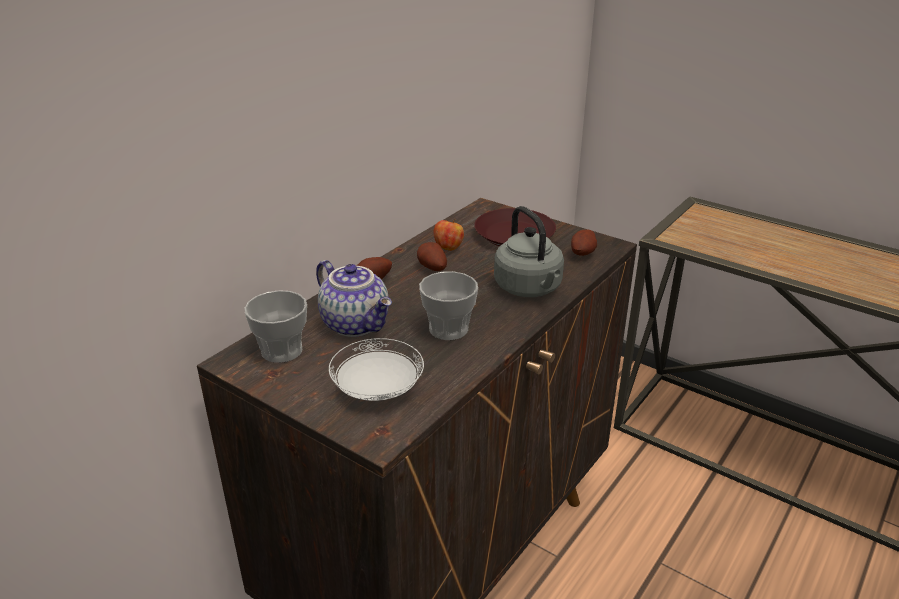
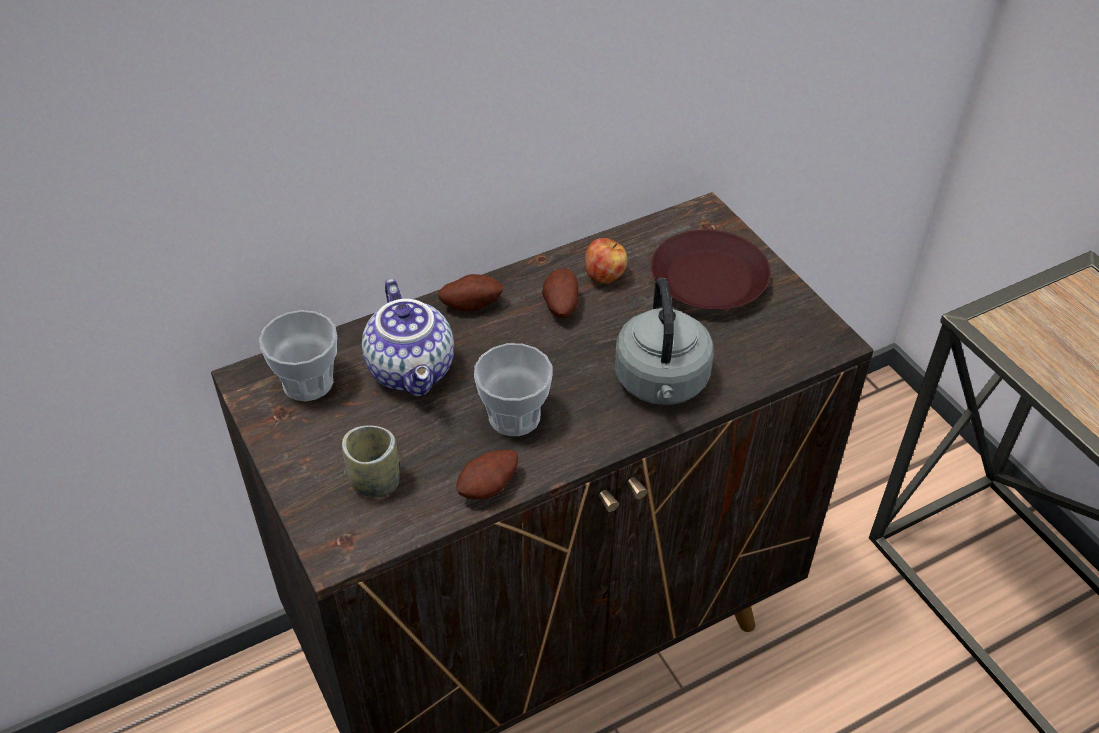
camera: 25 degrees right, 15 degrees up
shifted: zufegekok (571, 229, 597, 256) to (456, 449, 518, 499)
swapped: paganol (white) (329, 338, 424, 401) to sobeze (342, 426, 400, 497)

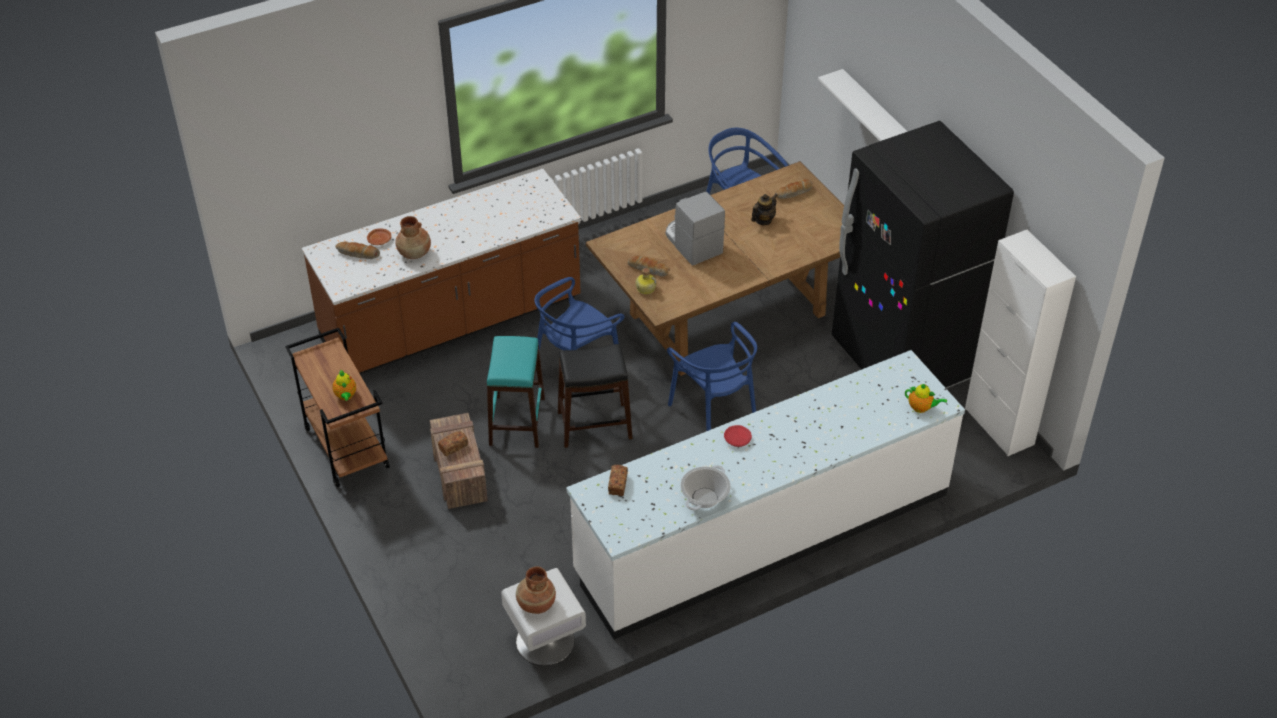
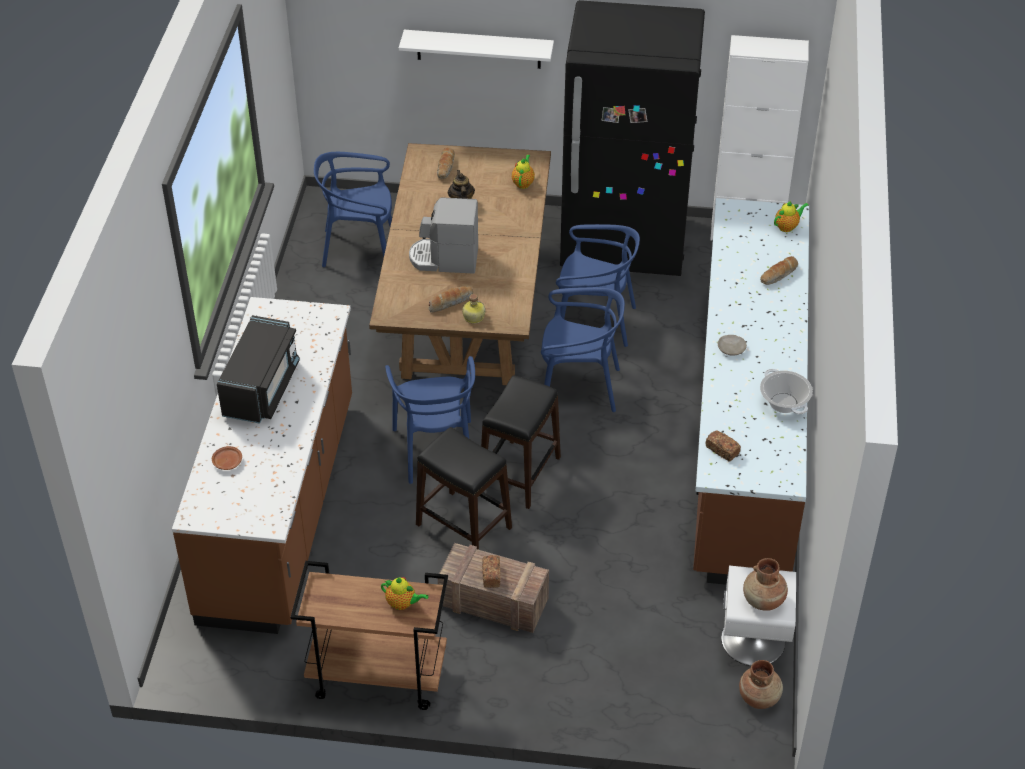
camera: 55 degrees left, 0 degrees up
new: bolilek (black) (217, 315, 300, 424); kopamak (512, 155, 535, 189); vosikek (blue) (556, 224, 640, 347)
shifted: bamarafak (335, 242, 380, 259) to (760, 256, 798, 285); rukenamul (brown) (396, 216, 431, 259) to (739, 660, 783, 709)
repainted: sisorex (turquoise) (487, 336, 545, 448) to sisorex (black) (416, 427, 512, 550); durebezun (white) (566, 350, 965, 639) to durebezun (brown) (693, 198, 809, 585); paganol (red) (724, 425, 752, 447) to paganol (beige) (718, 335, 747, 356)

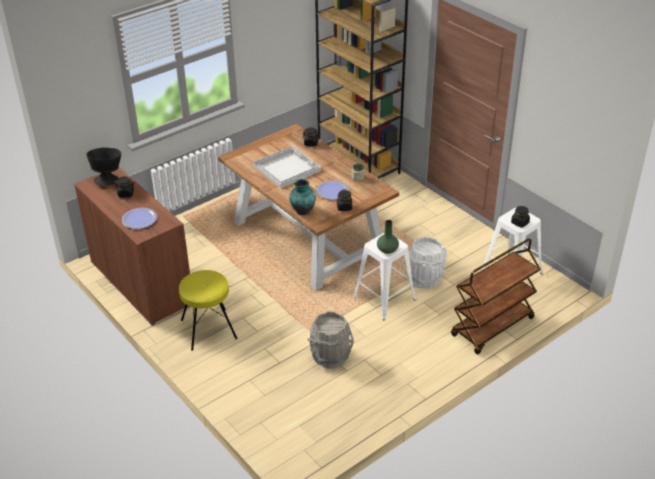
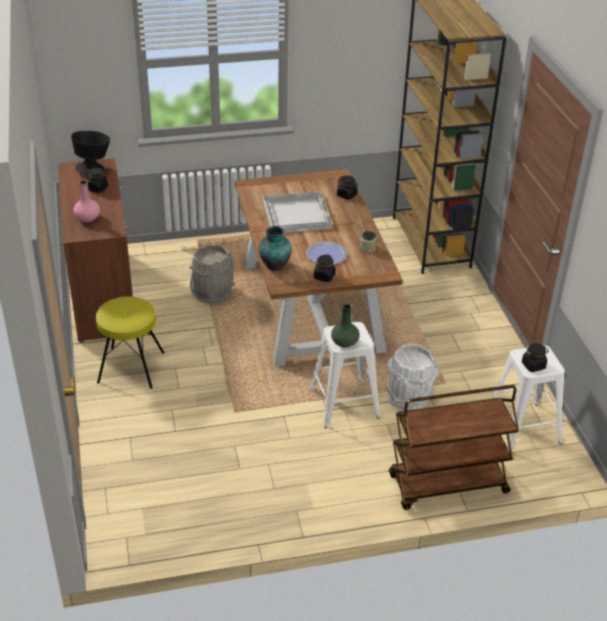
camera: 25 degrees right, 0 degrees up
shifted: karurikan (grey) (308, 311, 354, 369) to (189, 244, 235, 304)
swapped: paganol (122, 208, 157, 229) to rukenamul (pink) (73, 180, 100, 222)

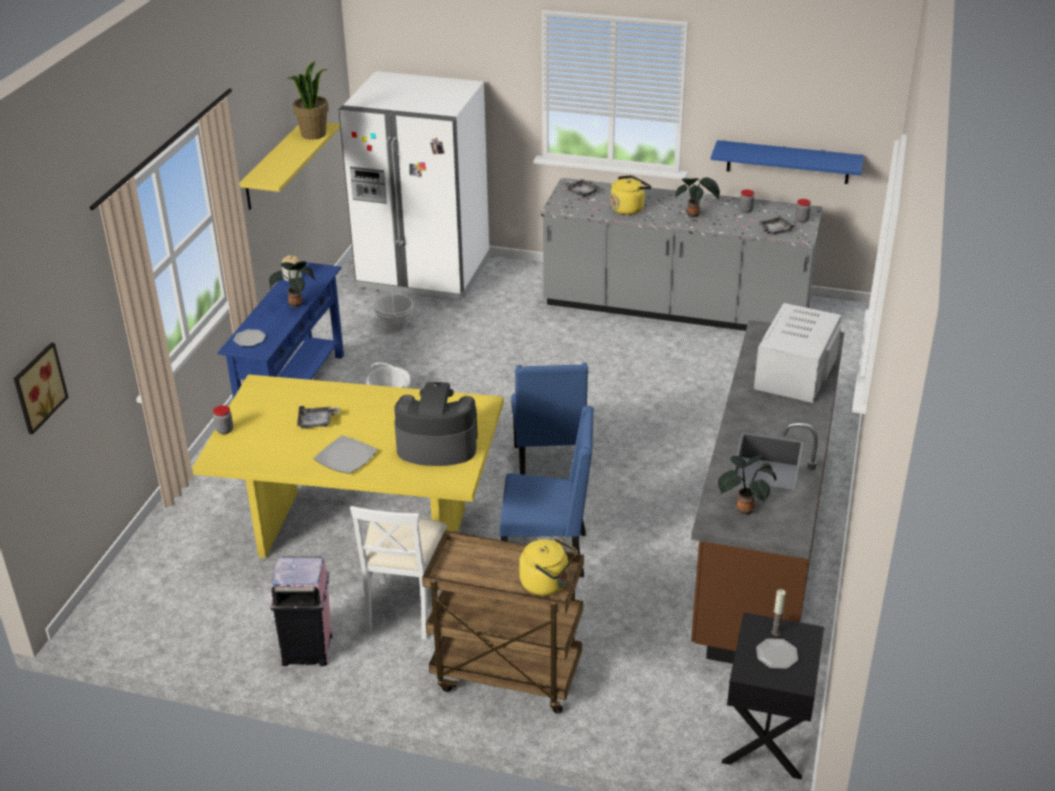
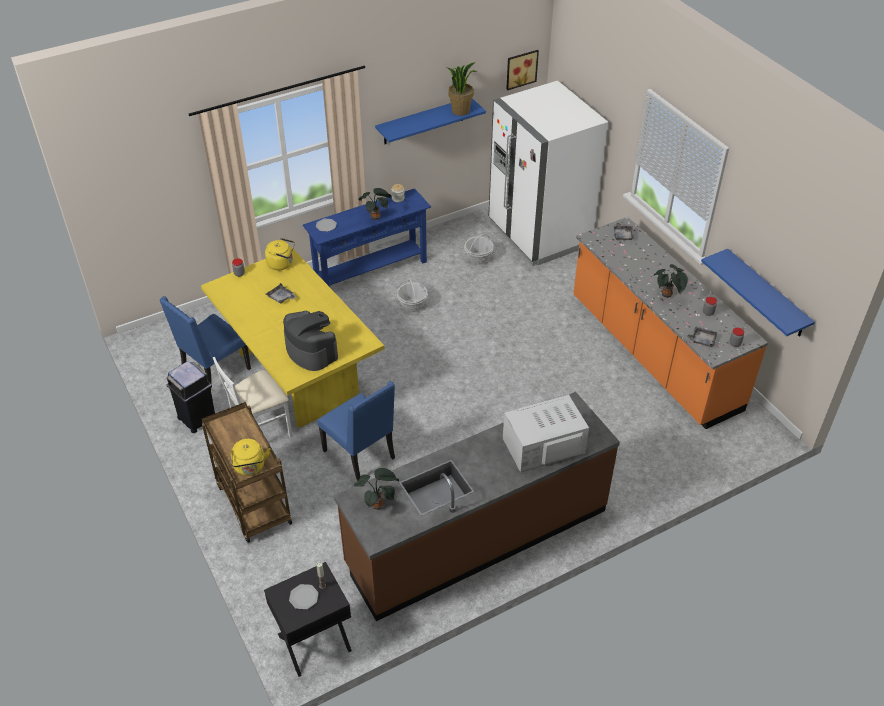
camera: 45 degrees right, 10 degrees up
gone: paganol (314, 435, 377, 474)
shifted: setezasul (14, 343, 68, 434) to (506, 50, 539, 90); vosikek (blue) (511, 363, 588, 475) to (160, 296, 251, 384); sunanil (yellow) (611, 175, 652, 215) to (265, 238, 295, 270)
repainted: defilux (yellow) (240, 123, 340, 210) to defilux (blue) (375, 98, 486, 144); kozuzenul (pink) (270, 556, 333, 666) to kozuzenul (black) (167, 361, 215, 433); durebezun (grey) (541, 178, 823, 331) to durebezun (orange) (573, 217, 768, 429)

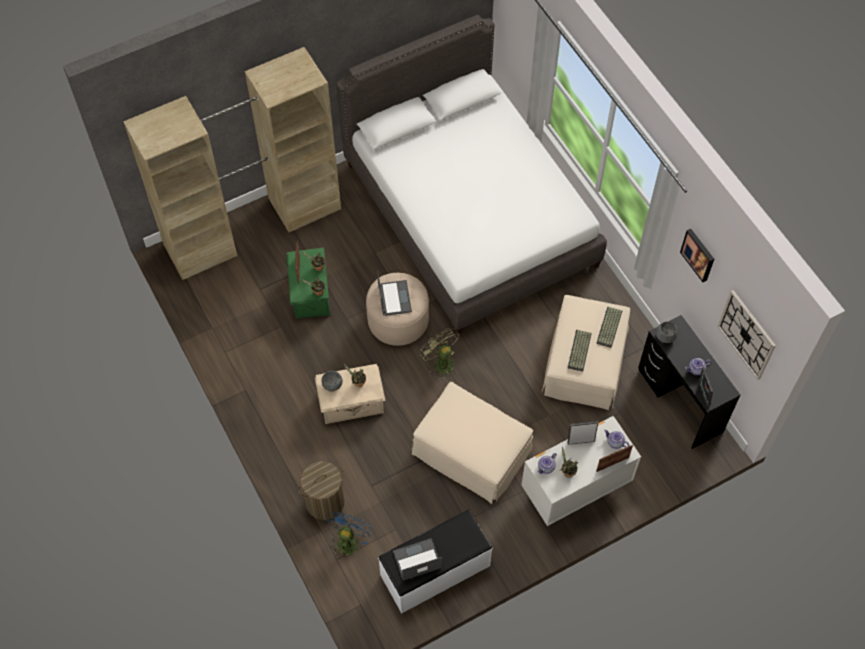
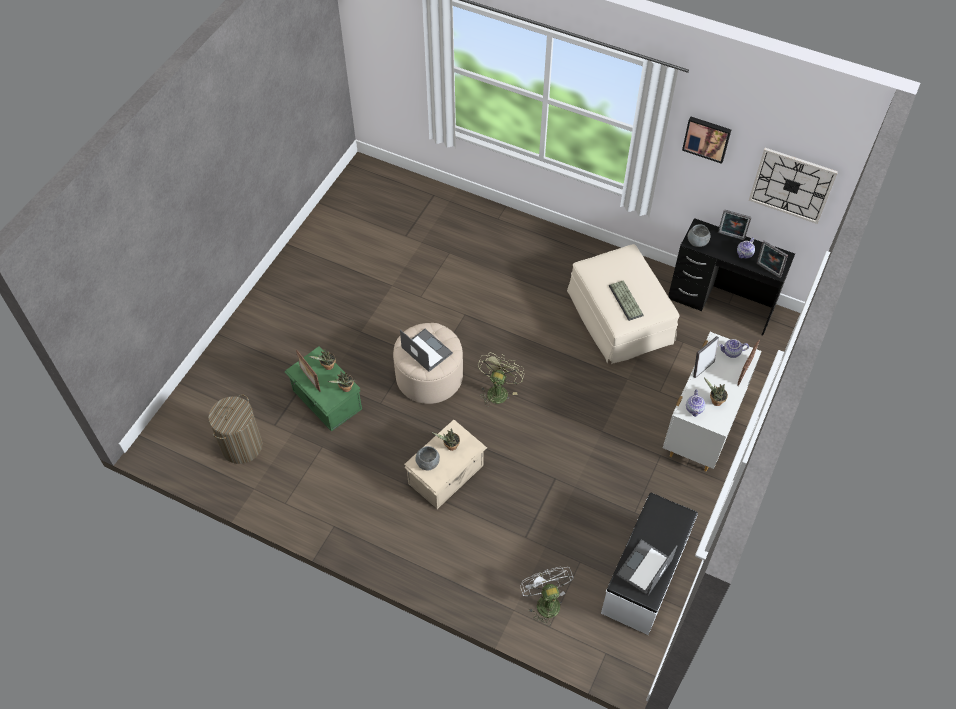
camera: 35 degrees left, 5 degrees down
gone: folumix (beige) (123, 47, 341, 280); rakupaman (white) (336, 15, 607, 335); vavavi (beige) (412, 382, 533, 504); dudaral (596, 307, 622, 348)
new: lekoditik (718, 209, 752, 240)
shifted: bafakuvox (298, 461, 345, 520) to (208, 394, 263, 464)
repainted: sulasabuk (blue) (325, 512, 372, 559) to sulasabuk (white) (520, 567, 573, 626)
rotated: sulasabuk (green) (420, 328, 459, 380) = (478, 353, 524, 407) 90 degrees clockwise

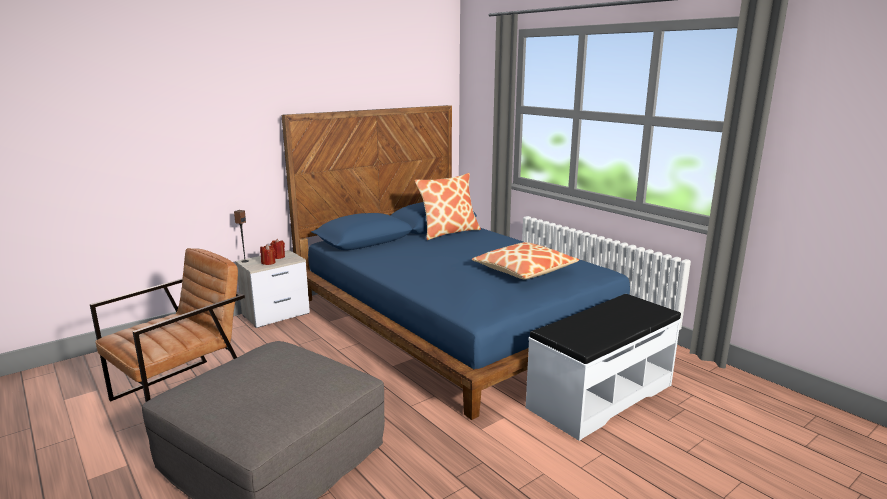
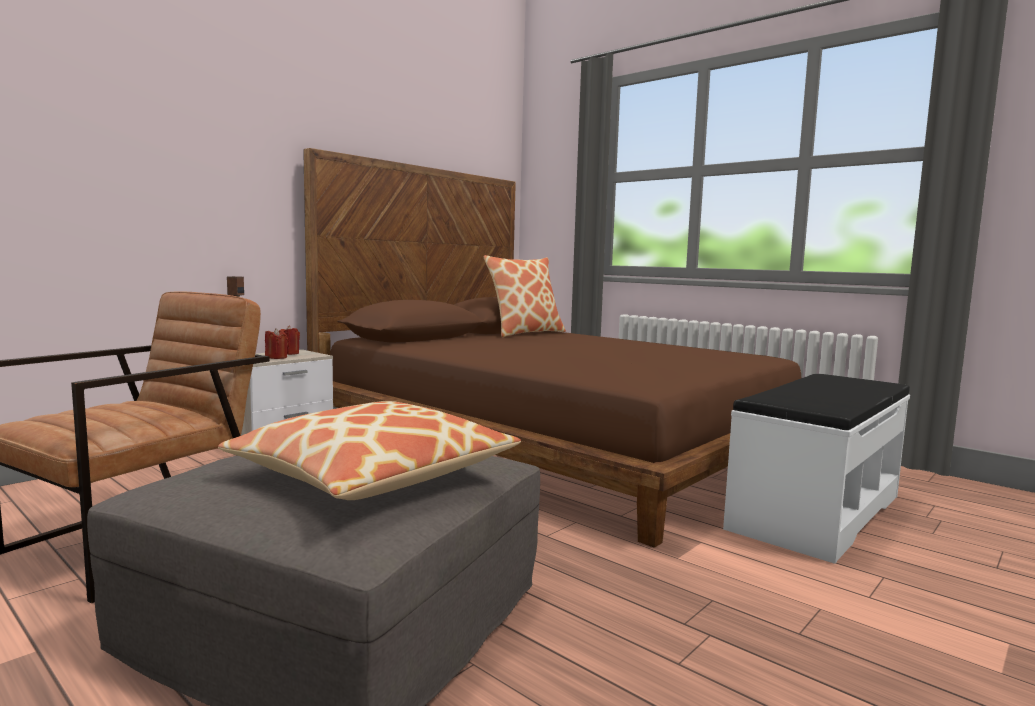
camera: 10 degrees left, 10 degrees down
shifted: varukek (472, 242, 579, 279) to (218, 401, 521, 500)
repainted: rakupaman (blue) (282, 105, 630, 420) to rakupaman (brown) (303, 148, 801, 548)

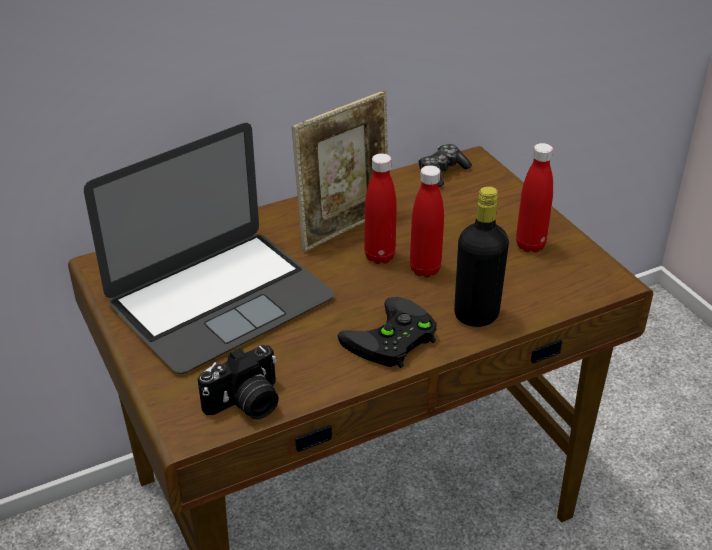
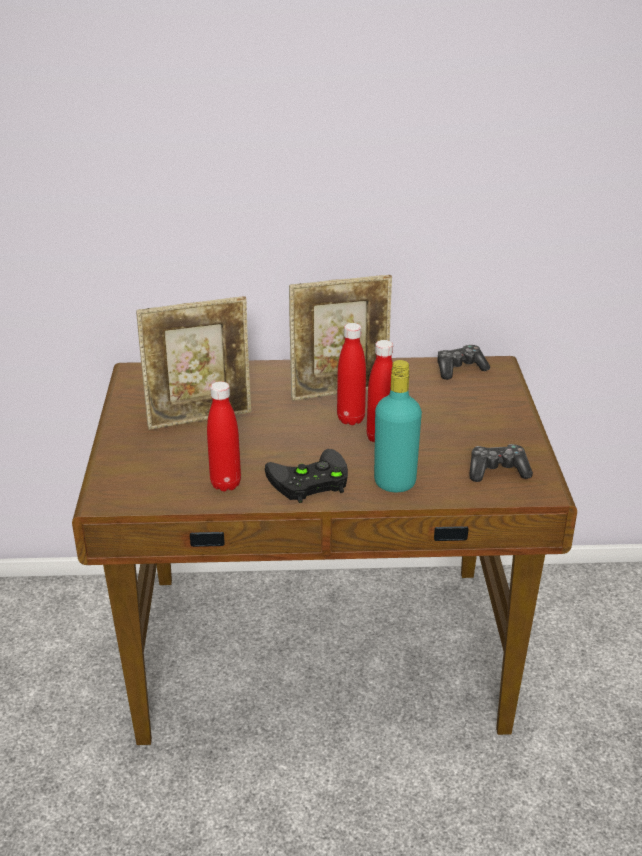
camera: 25 degrees right, 5 degrees down
gone: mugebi (198, 345, 279, 419)
new: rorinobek (469, 444, 533, 482)
shifted: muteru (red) (516, 143, 553, 253) to (207, 381, 241, 491)
swapped: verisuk (84, 123, 334, 374) to lekoditik (136, 296, 251, 430)
repainted: muteru (black) (454, 186, 509, 327) to muteru (turquoise) (374, 360, 422, 492)

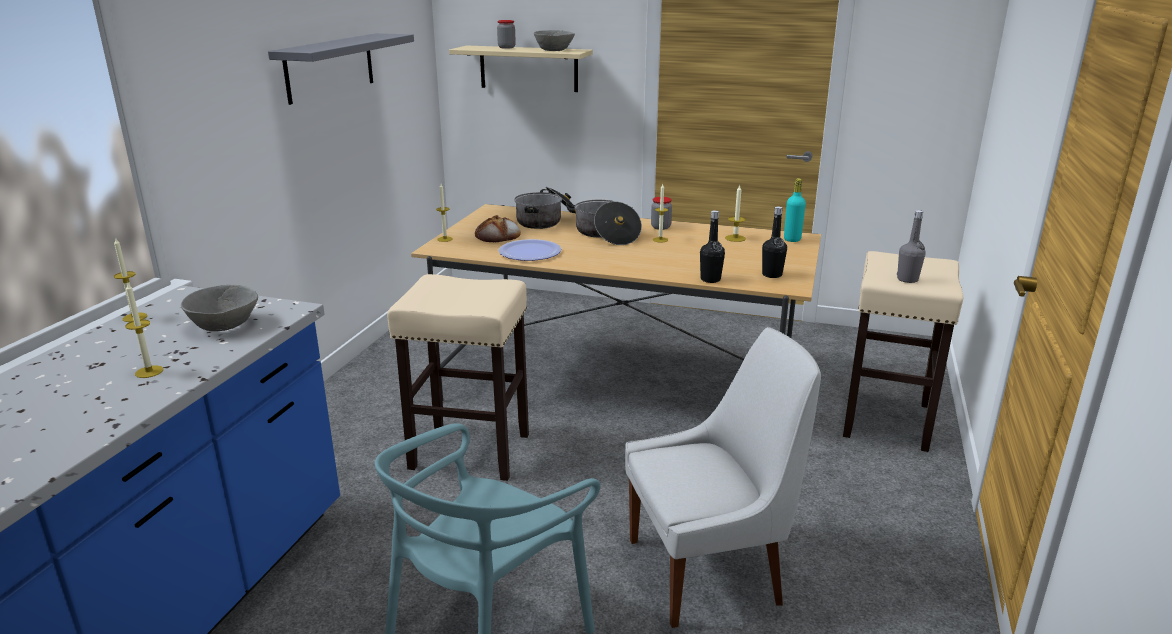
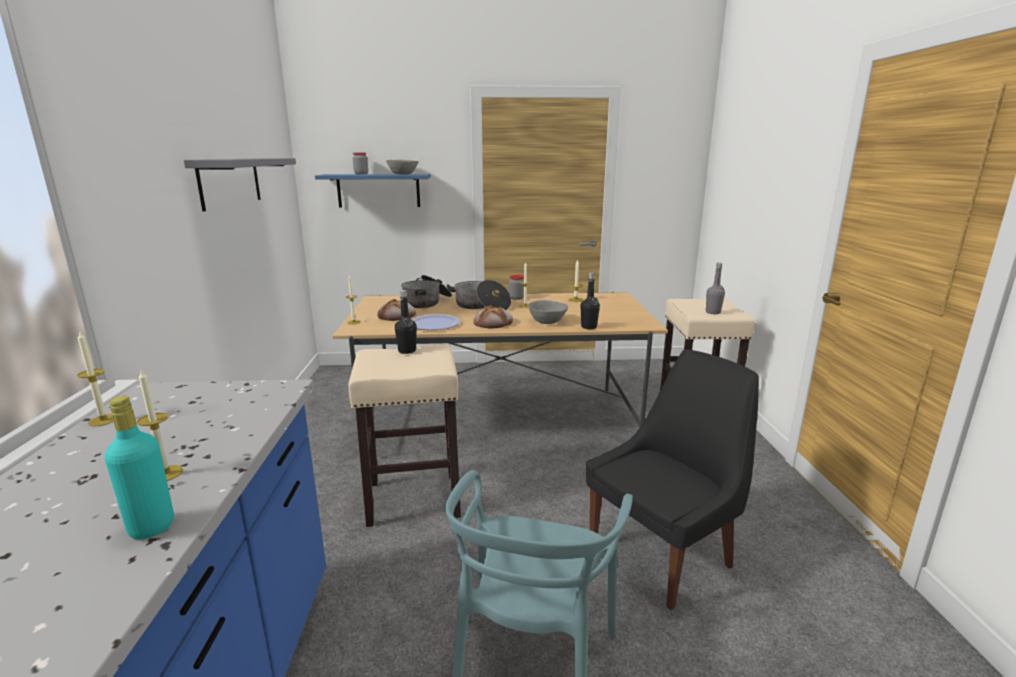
camera: 20 degrees left, 5 degrees down
new: bamarafak (473, 305, 513, 328)
shifted: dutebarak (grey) (181, 285, 258, 331) to (528, 300, 568, 324); muteru (black) (762, 207, 787, 278) to (395, 290, 417, 354); muteru (turquoise) (784, 178, 806, 242) to (105, 396, 174, 540)
repainted: defilux (beige) (449, 45, 593, 92) to defilux (blue) (315, 174, 431, 207); vosikek (white) (625, 327, 821, 628) to vosikek (black) (586, 349, 759, 610)

